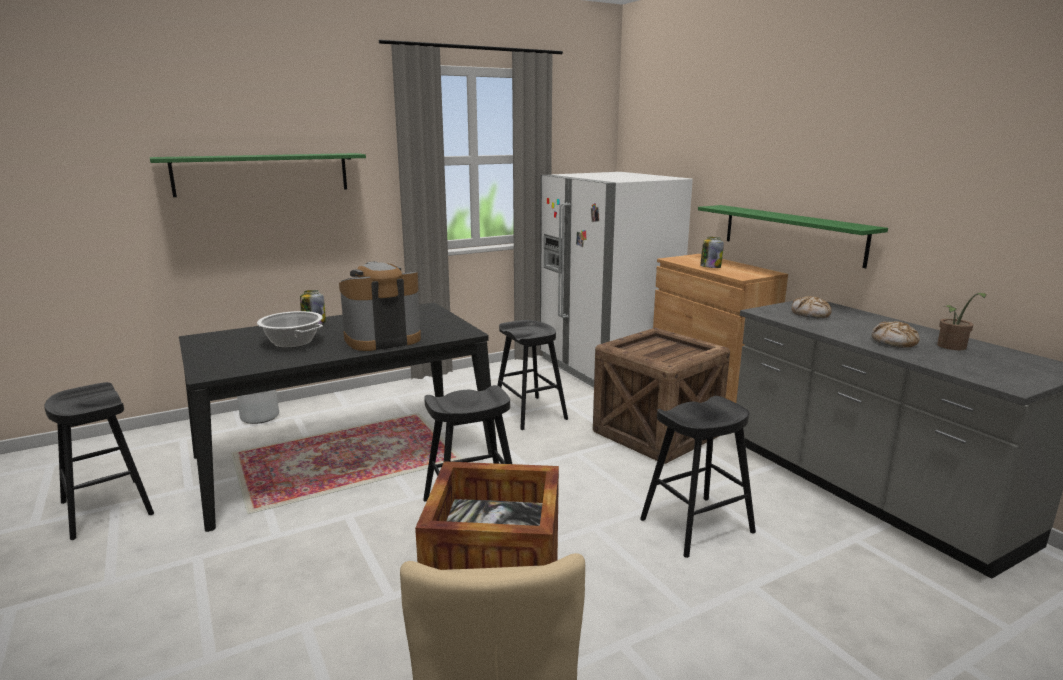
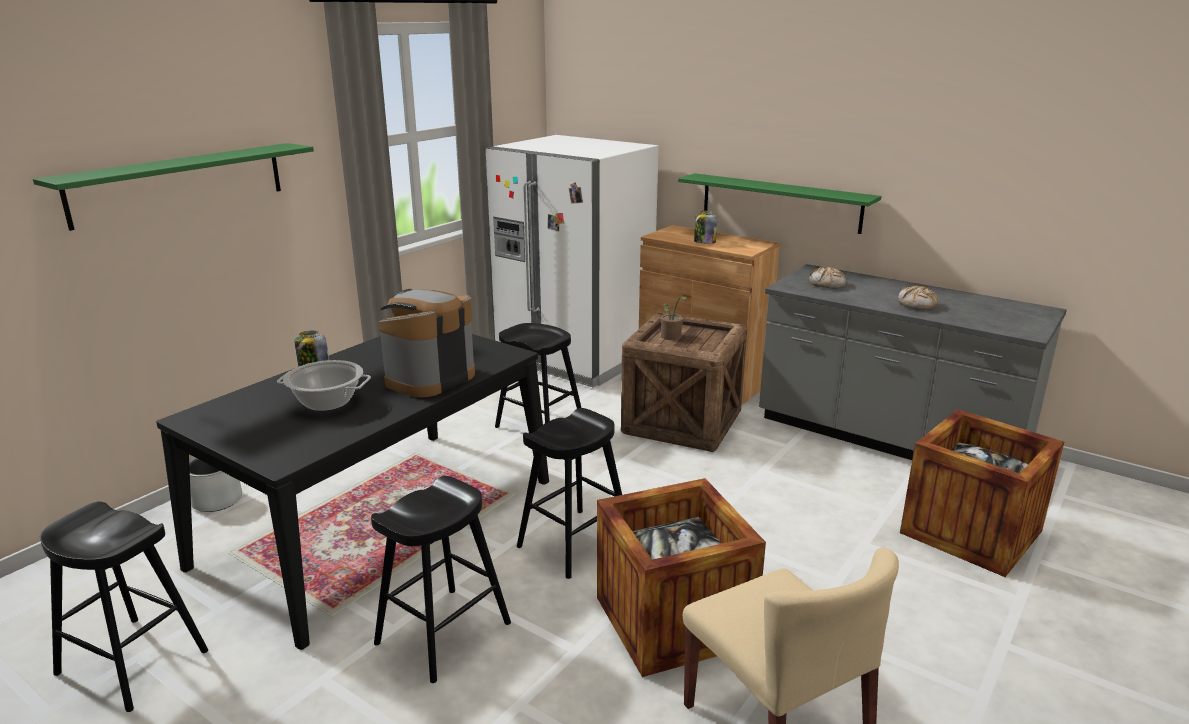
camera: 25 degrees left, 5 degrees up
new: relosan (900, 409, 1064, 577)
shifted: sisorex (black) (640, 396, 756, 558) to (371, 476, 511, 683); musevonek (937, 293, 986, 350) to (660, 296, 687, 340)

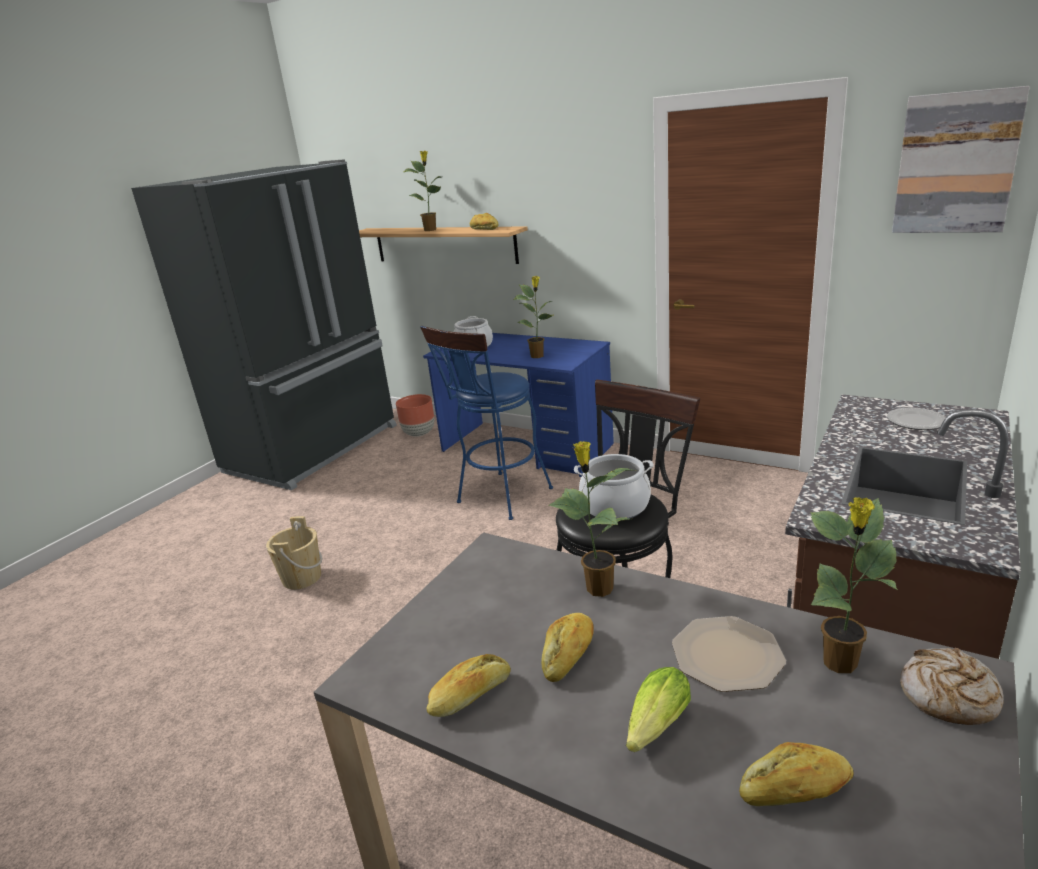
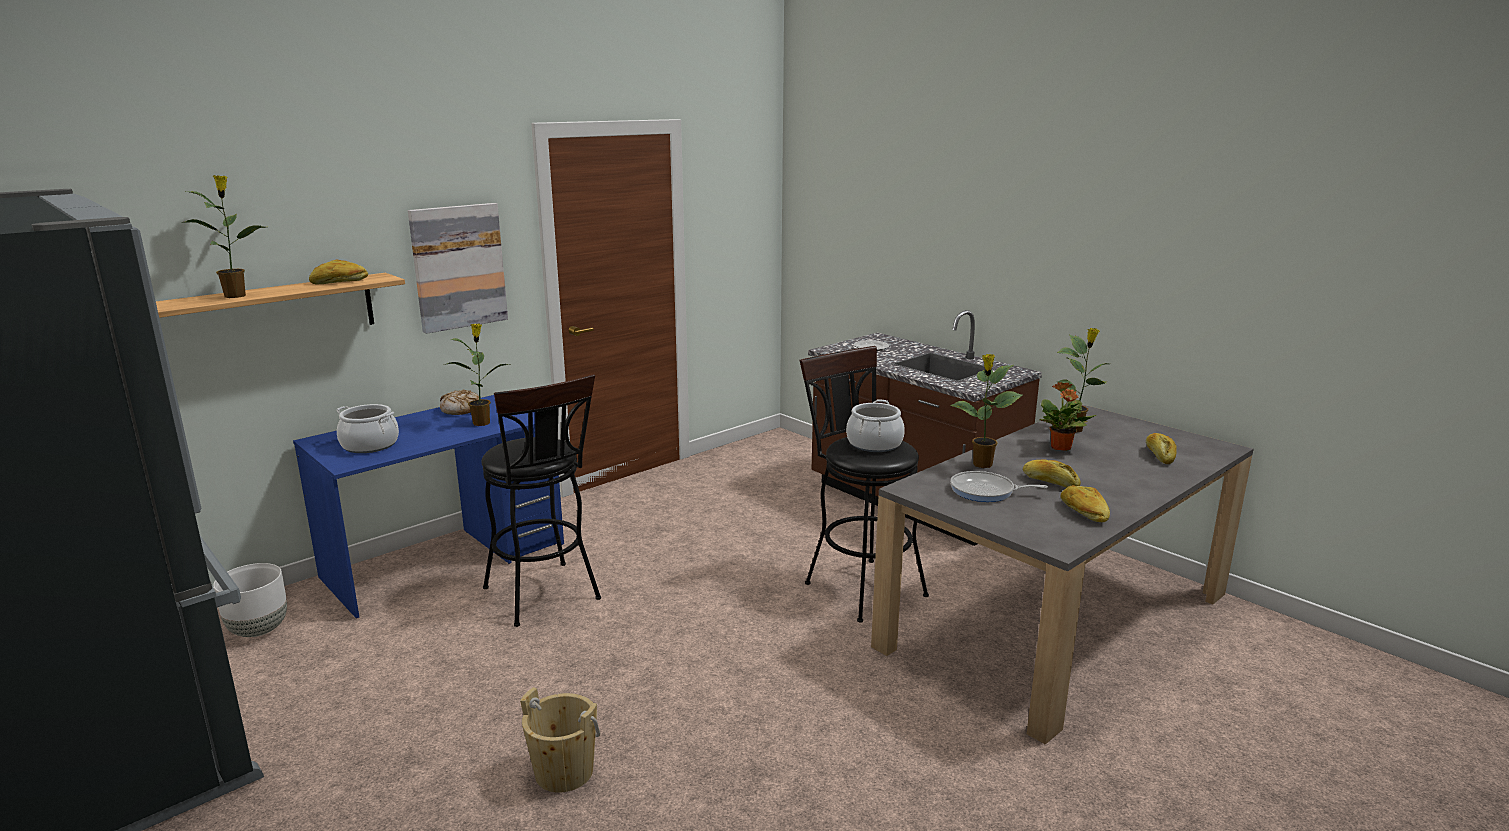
camera: 75 degrees left, 5 degrees down
gone: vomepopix (626, 667, 691, 752)
new: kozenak (950, 471, 1048, 502)
shifted: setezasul (892, 86, 1030, 233) to (408, 203, 508, 334); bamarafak (900, 648, 1004, 725) to (440, 390, 479, 415)
swapped: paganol (672, 616, 786, 692) to musevonek (1040, 382, 1097, 451)
repainted: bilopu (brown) (396, 394, 434, 437) to bilopu (white) (213, 563, 287, 637); sisorex (blue) (420, 326, 553, 520) to sisorex (black) (481, 374, 601, 627)

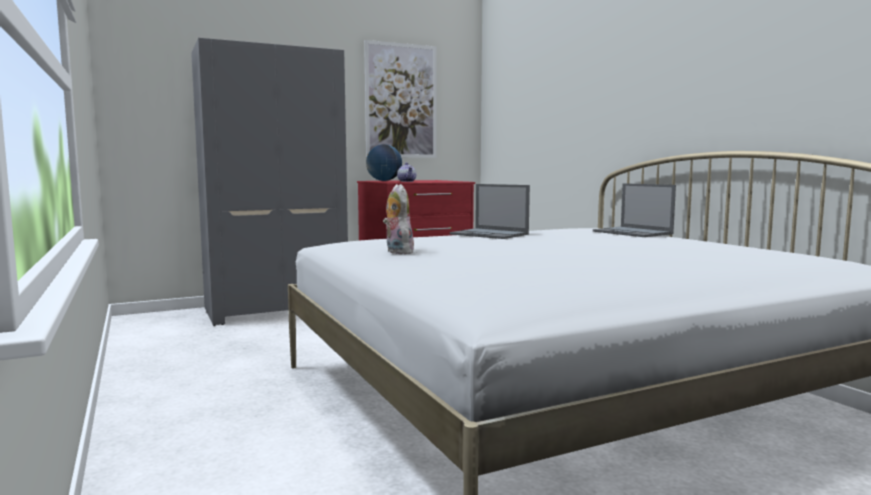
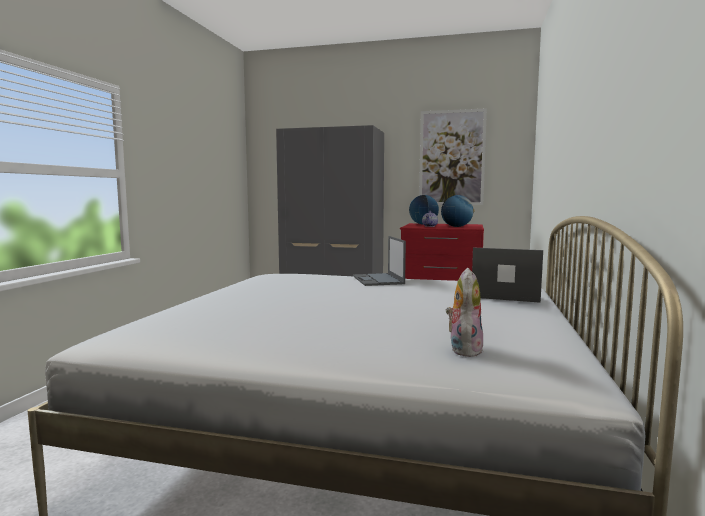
camera: 40 degrees right, 0 degrees up
new: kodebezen (441, 195, 474, 227)
shifted: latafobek (383, 184, 415, 254) to (446, 268, 483, 357)
rotated: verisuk (593, 183, 676, 237) = (472, 248, 543, 303) 105 degrees clockwise

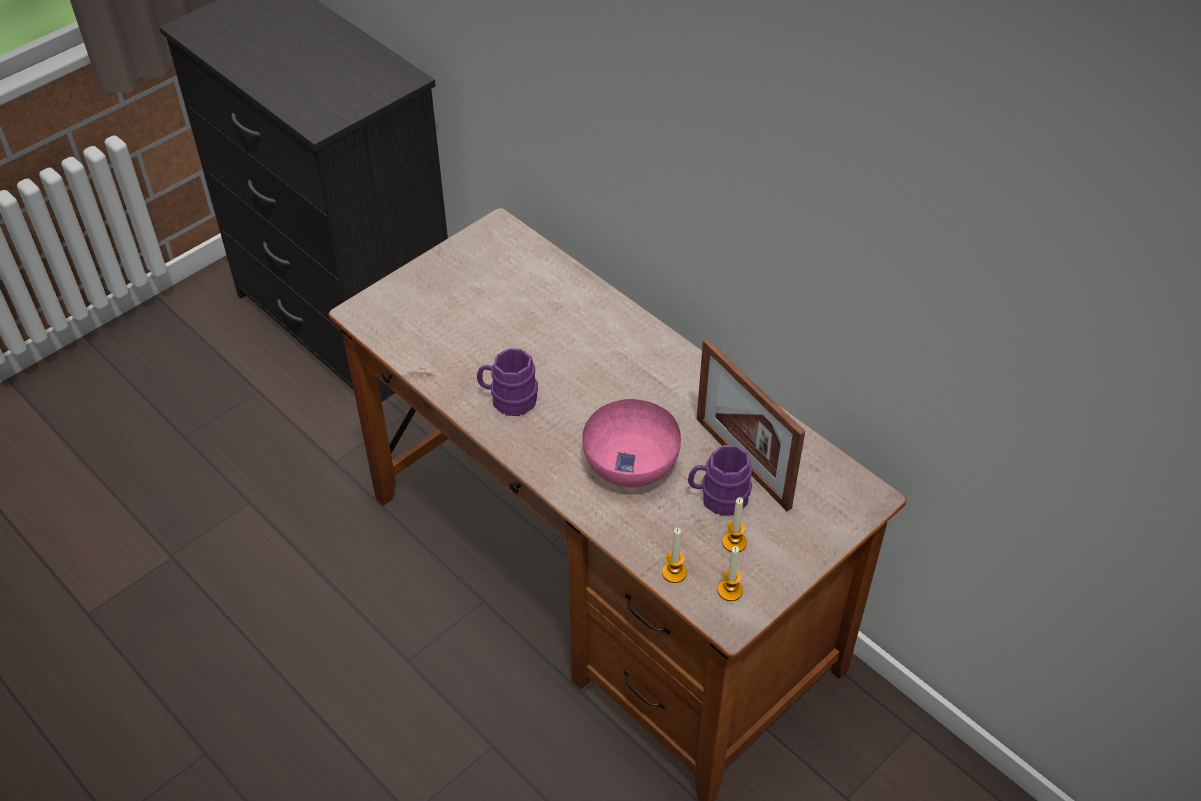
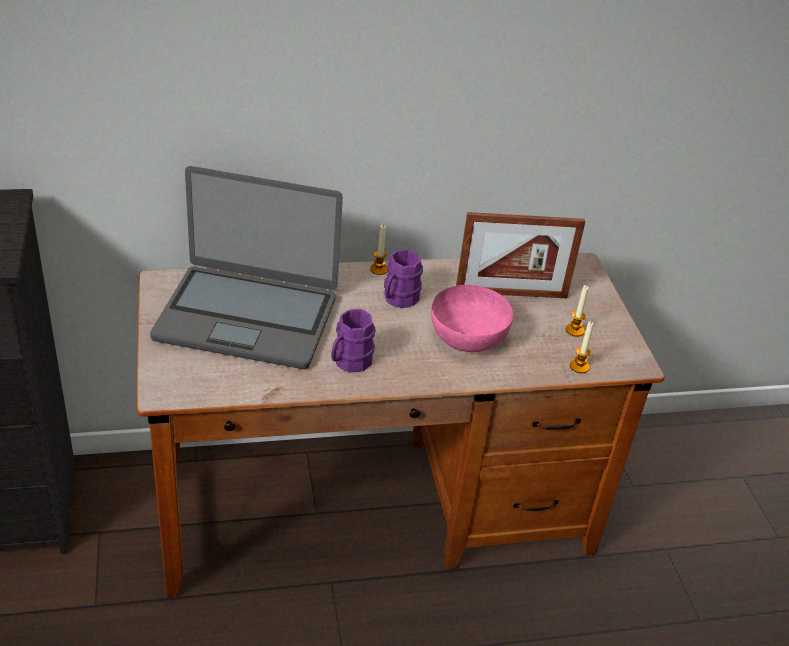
camera: 60 degrees left, 10 degrees down
new: verisuk (150, 166, 343, 369)
shifted: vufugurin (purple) (688, 445, 752, 516) to (384, 249, 423, 308); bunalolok (718, 546, 743, 601) to (370, 225, 388, 275)

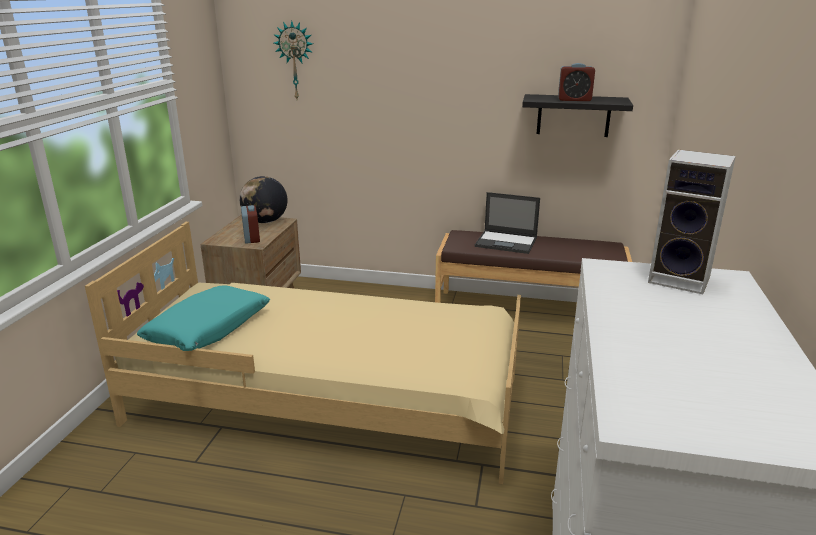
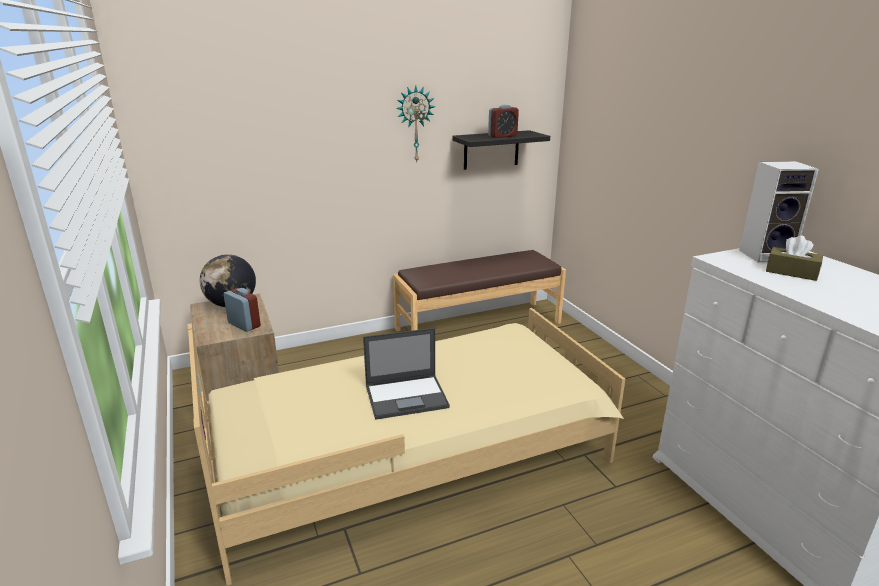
camera: 35 degrees left, 0 degrees up
gone: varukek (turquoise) (137, 285, 270, 351)
new: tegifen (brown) (766, 235, 823, 281)
shifted: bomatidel (274, 21, 313, 99) to (396, 85, 435, 162); verisuk (475, 192, 540, 254) to (363, 328, 450, 420)

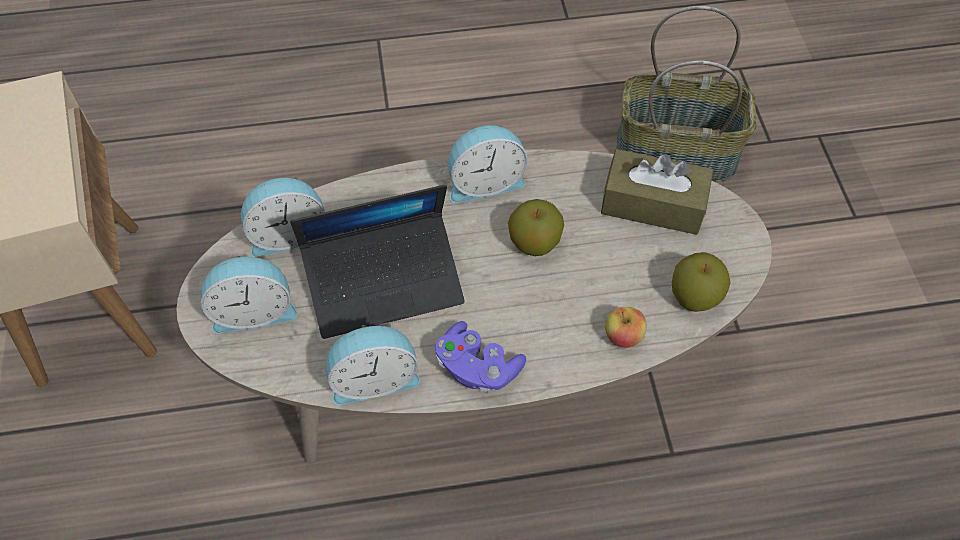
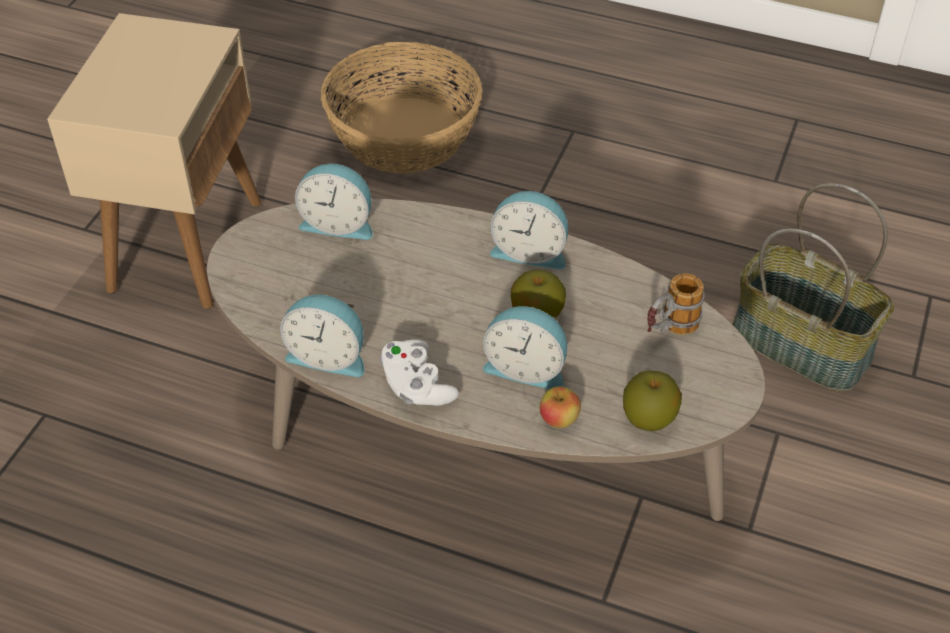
camera: 30 degrees right, 10 degrees down
gone: verisuk (290, 185, 465, 339)
new: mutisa (321, 42, 483, 173)
shifted: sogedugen (201, 255, 298, 334) to (483, 306, 567, 389)
swapped: tegifen (brown) (601, 149, 713, 235) to vufugurin (647, 274, 705, 335)
repainted: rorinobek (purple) (435, 321, 526, 394) to rorinobek (white) (380, 340, 459, 406)

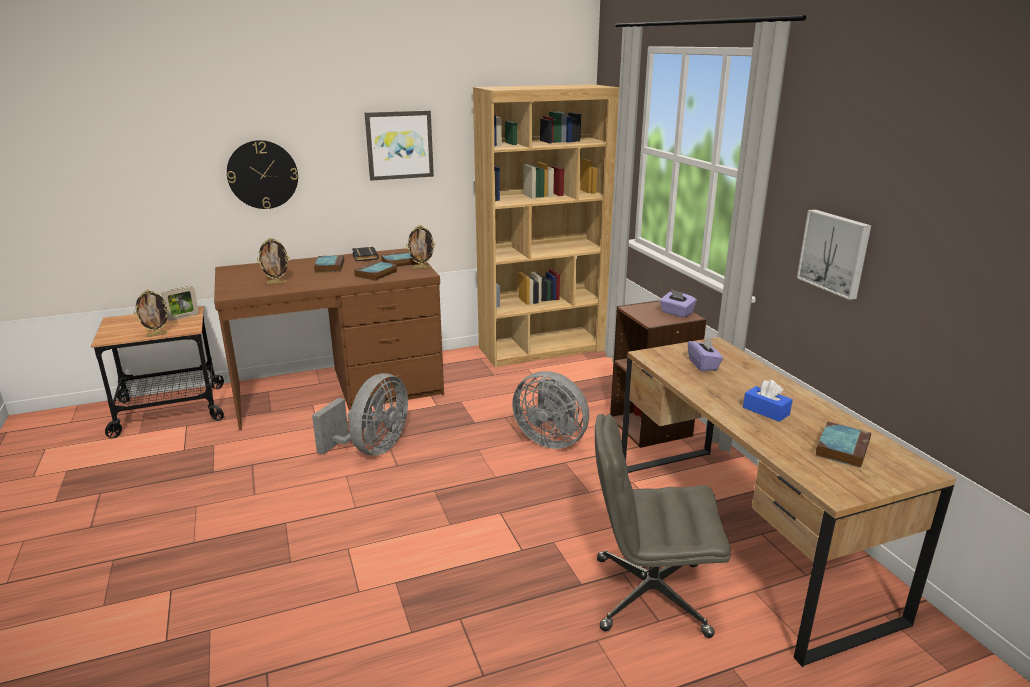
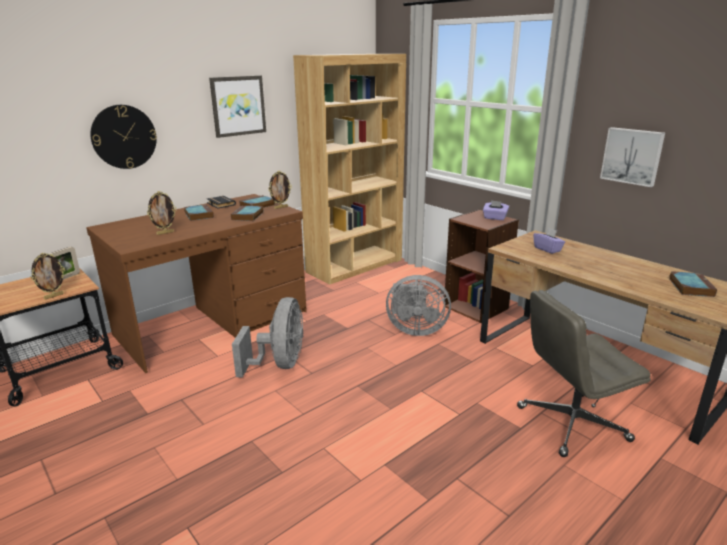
camera: 20 degrees left, 0 degrees up
gone: tegifen (blue) (743, 380, 793, 422)

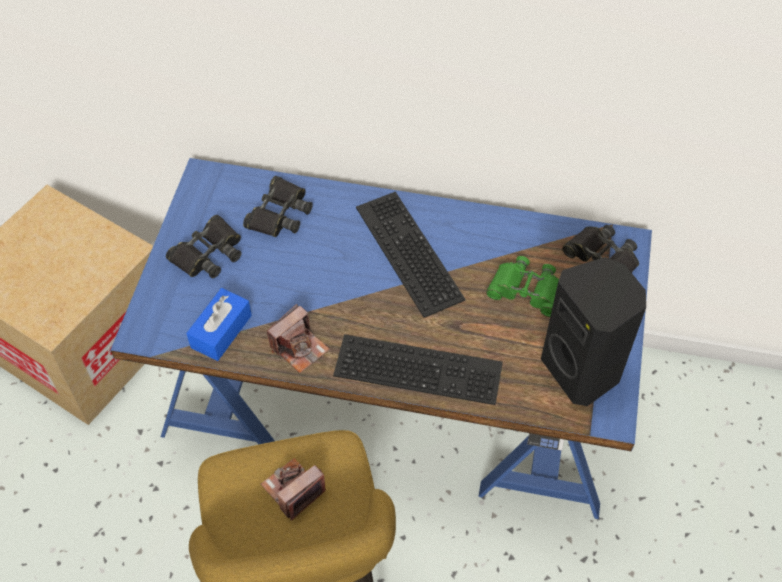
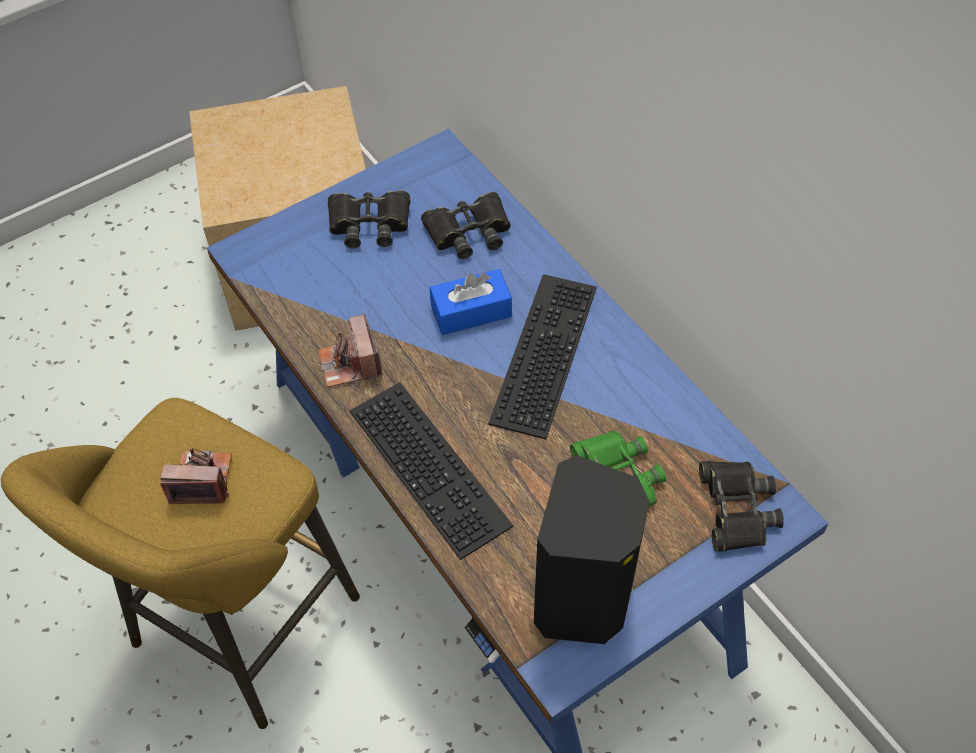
camera: 45 degrees right, 0 degrees up
shifted: tegifen (blue) (186, 288, 252, 361) to (430, 269, 512, 335)
rotated: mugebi (267, 304, 329, 373) = (318, 314, 383, 387) 75 degrees clockwise

